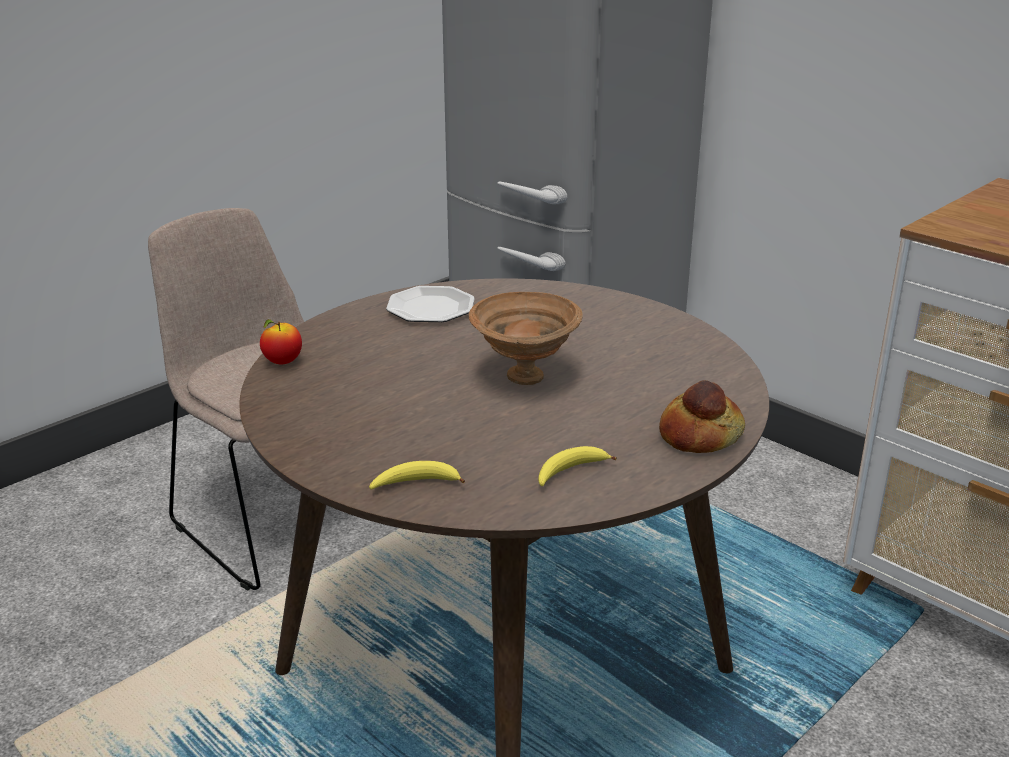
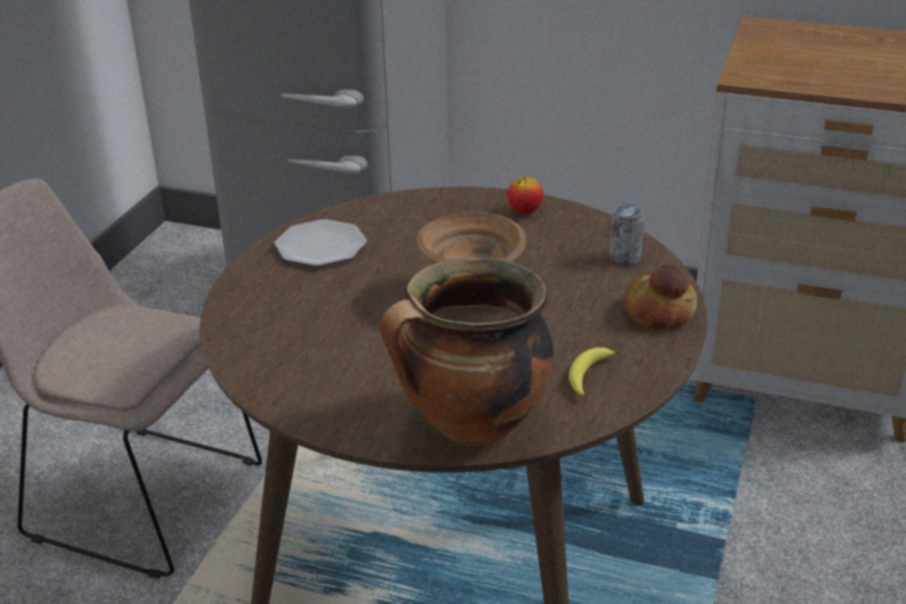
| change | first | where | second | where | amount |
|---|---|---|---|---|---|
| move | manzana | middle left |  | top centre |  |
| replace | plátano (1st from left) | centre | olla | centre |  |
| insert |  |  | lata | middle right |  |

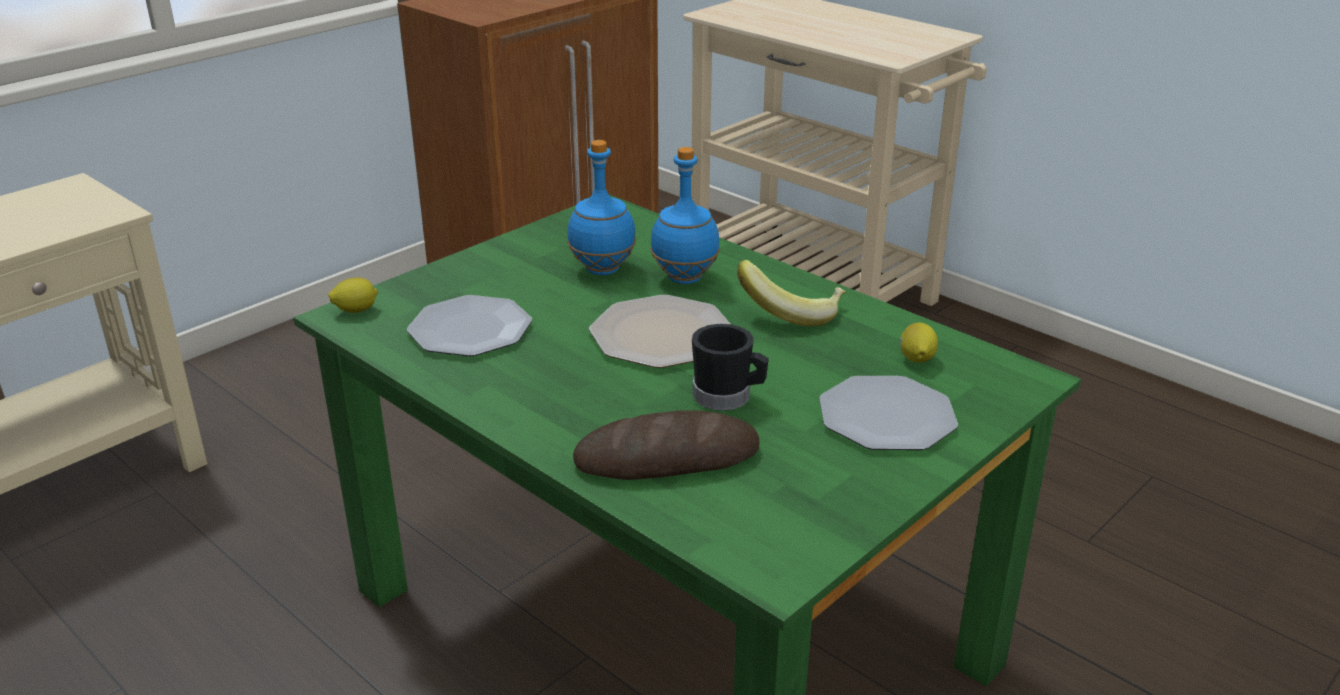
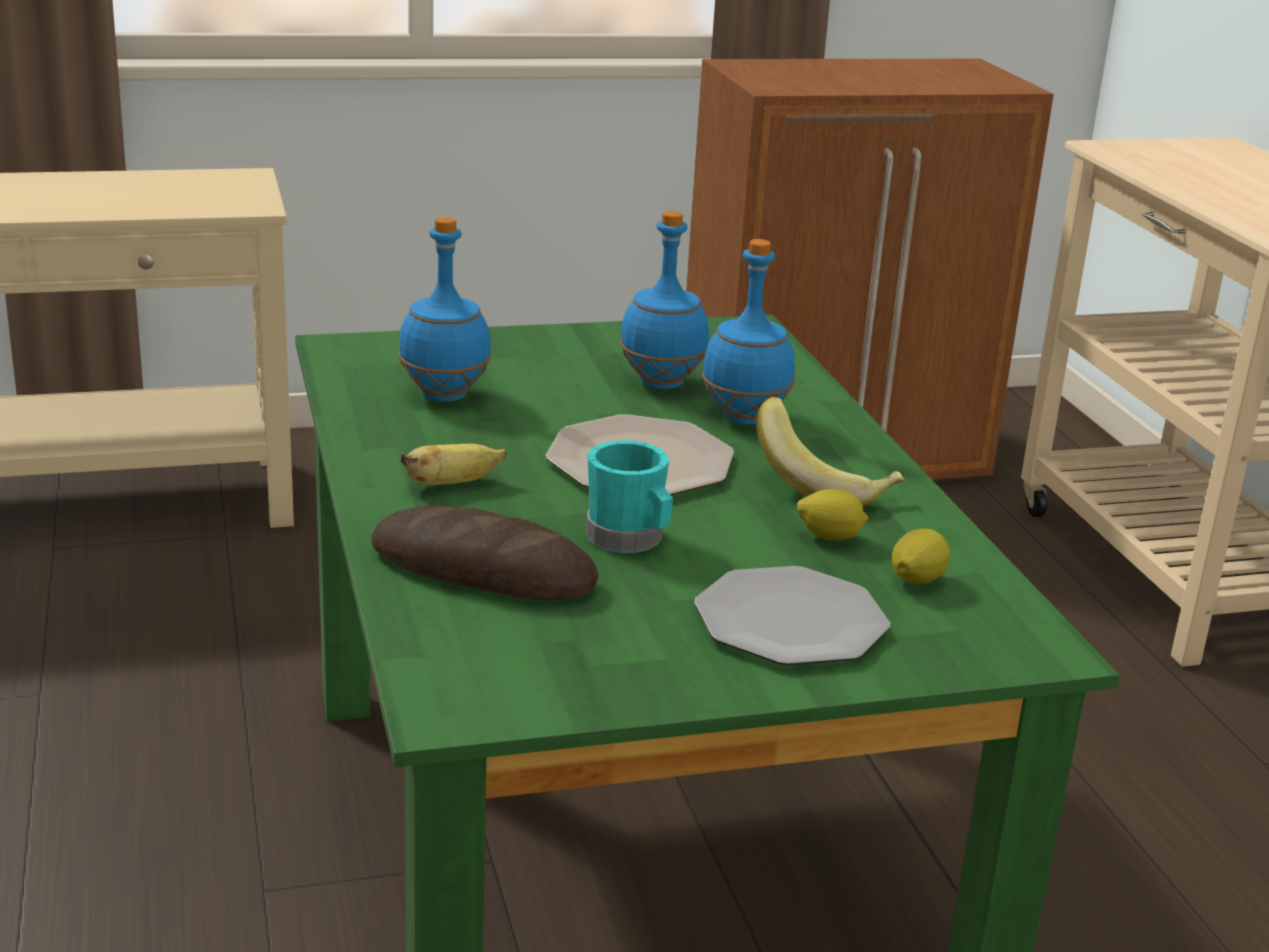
| change | first | where | second | where | amount |
|---|---|---|---|---|---|
| move | limón (1st from left) | middle left |  | centre |  |
| replace | plato (1st from left) | centre | botella (azul) (1st from left) | top centre |  |
| recolor | taza grande (negro) | centre | taza grande (turquesa) | centre |  |
| insert |  |  | plátano (1st from left) | centre |  |

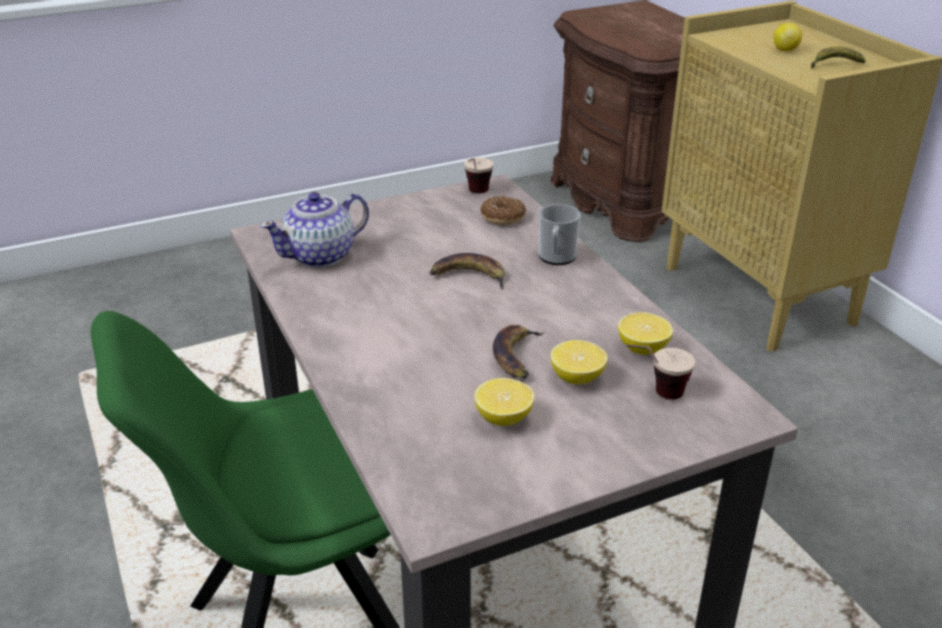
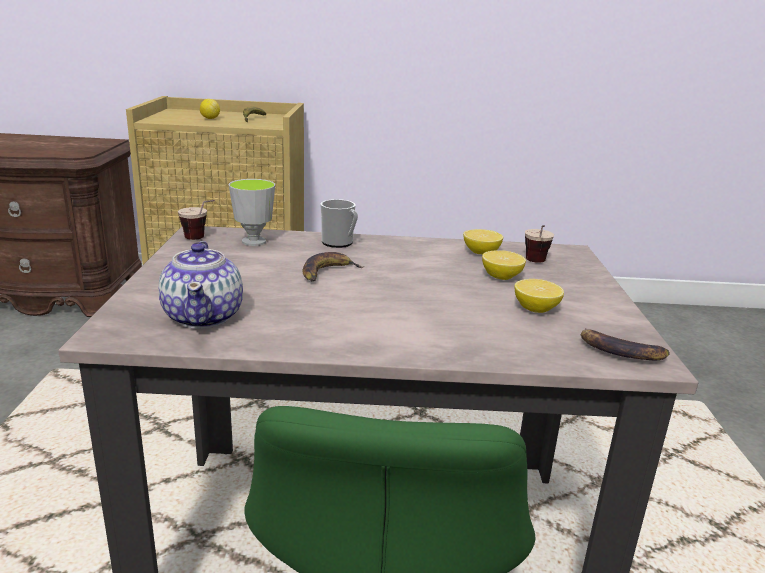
| change | first | where | second | where | amount |
|---|---|---|---|---|---|
| replace | rosquilla | centre | taza (2nd from left) | middle left |  |
| move | plátano (2nd from left in the first image) | centre | plátano (3rd from left) | middle right |  |

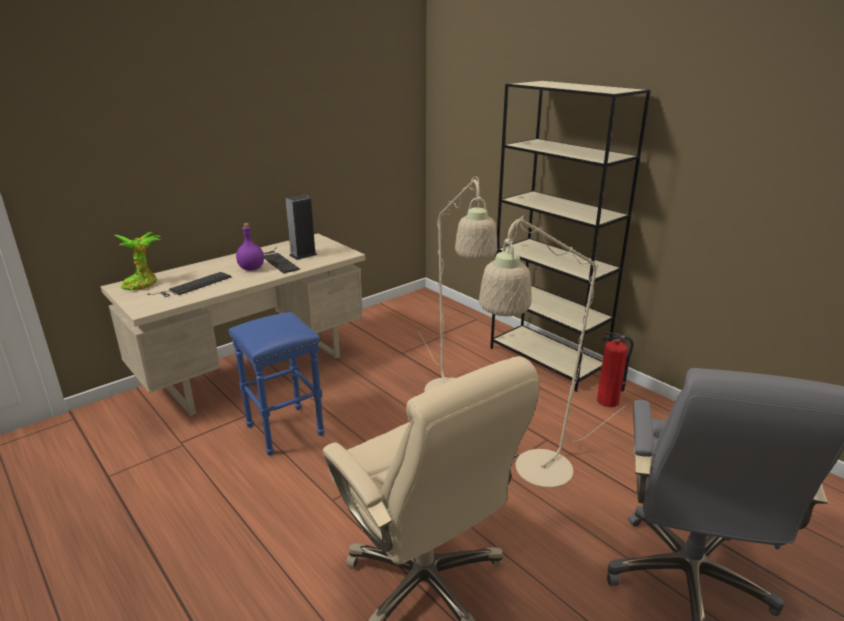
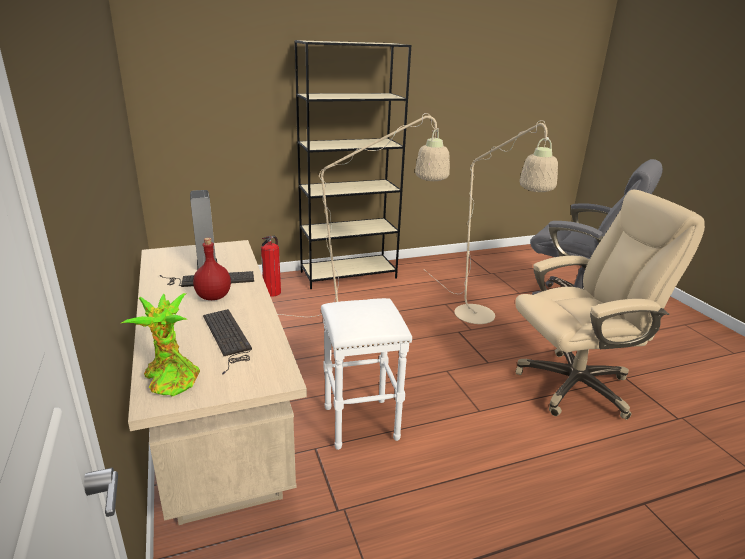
| change | first | where | second | where | amount |
|---|---|---|---|---|---|
| recolor | taburete (azul) | middle left | taburete (blanco) | bottom centre |  |
| recolor | botella (morado) | middle left | botella (rojo) | middle left |  |
| move | extintor | middle right |  | centre |  |

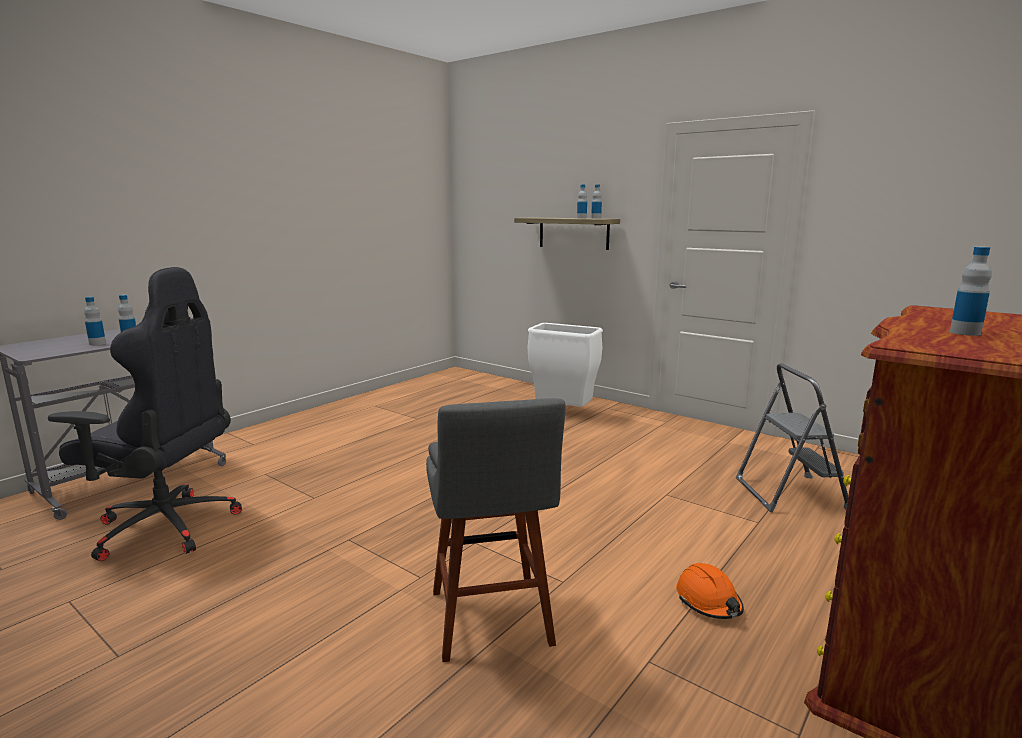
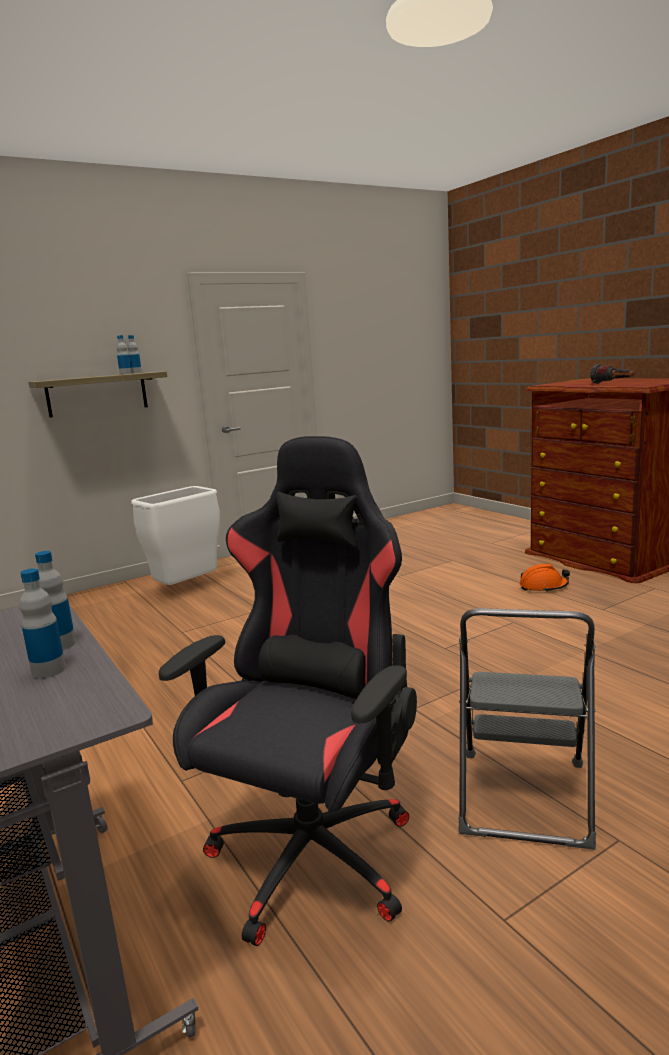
| change | first | where | second | where | amount |
|---|---|---|---|---|---|
| delete | taburete (gris) | bottom centre |  |  |  |
| move | escalera de tijera (gris) | middle right |  | bottom right |  |
| replace | botella (5th from left) | middle right | linterna | middle right |  |

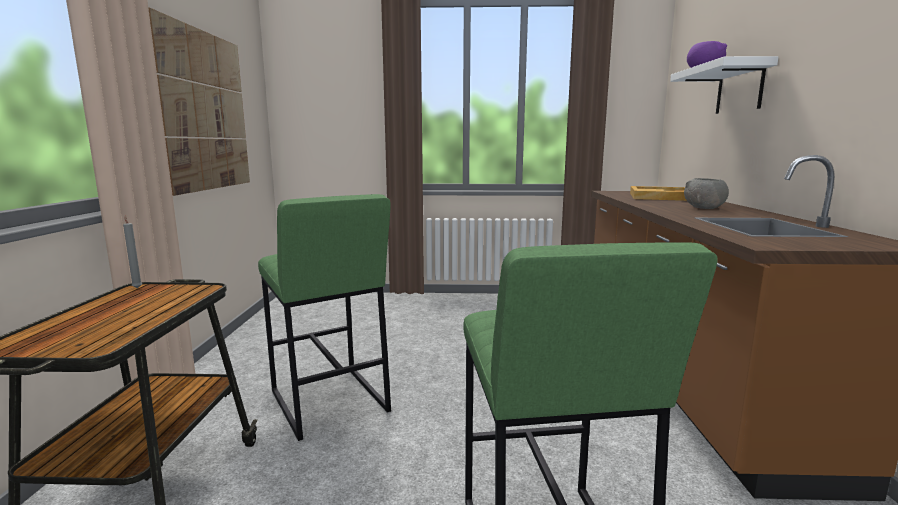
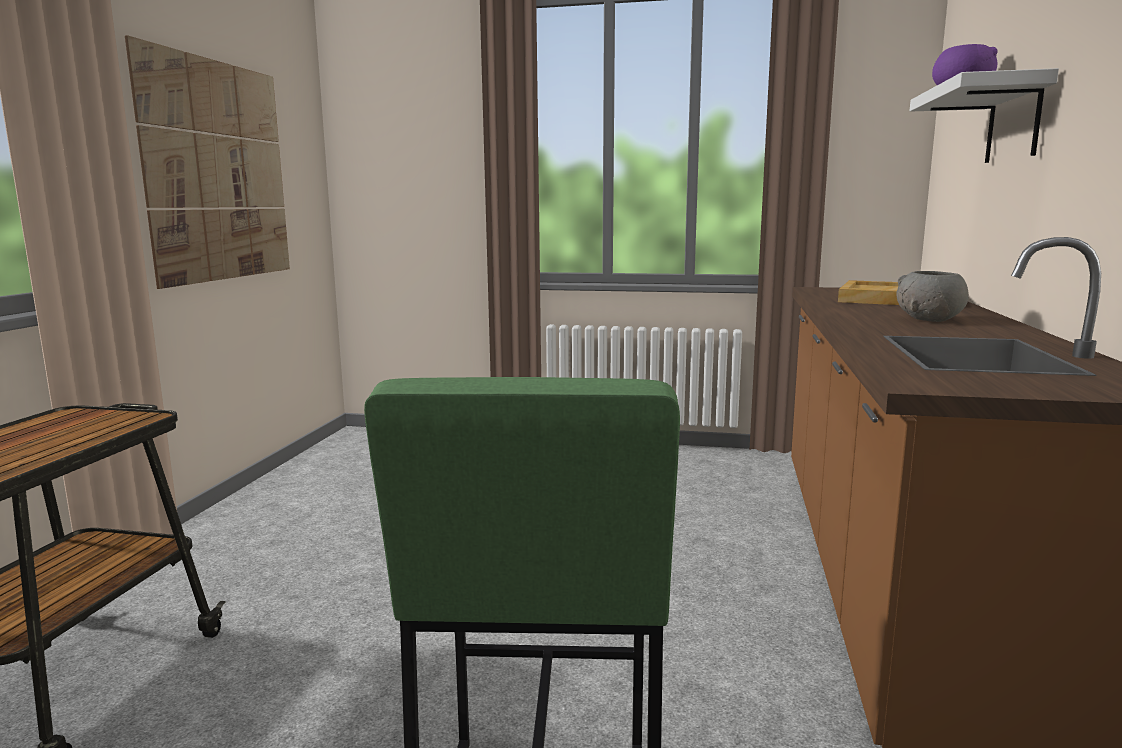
| change | first | where | second | where | amount |
|---|---|---|---|---|---|
| delete | vela (gris) | middle left |  |  |  |
| delete | taburete (verde) (1st from left) | centre |  |  |  |

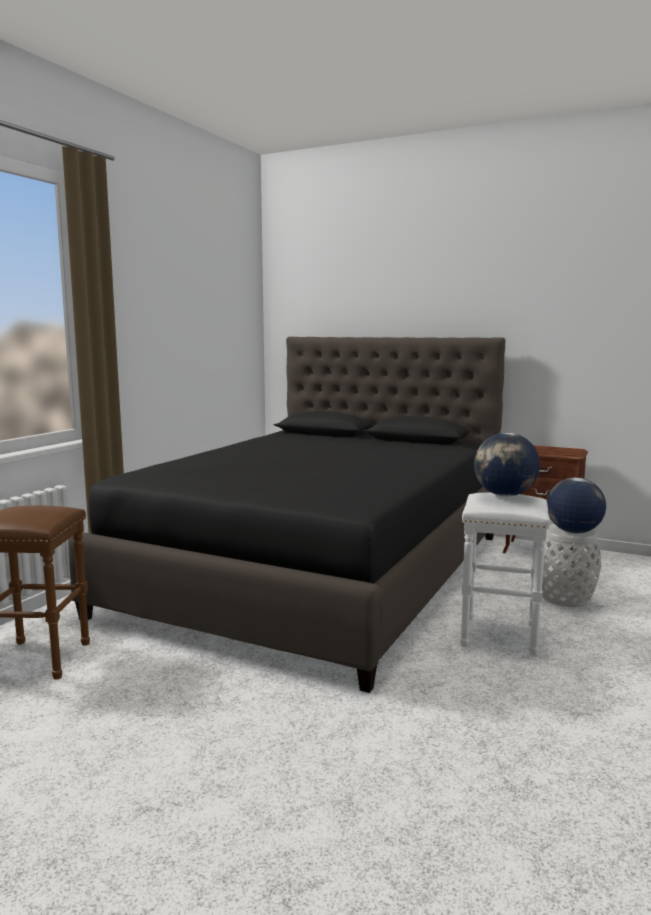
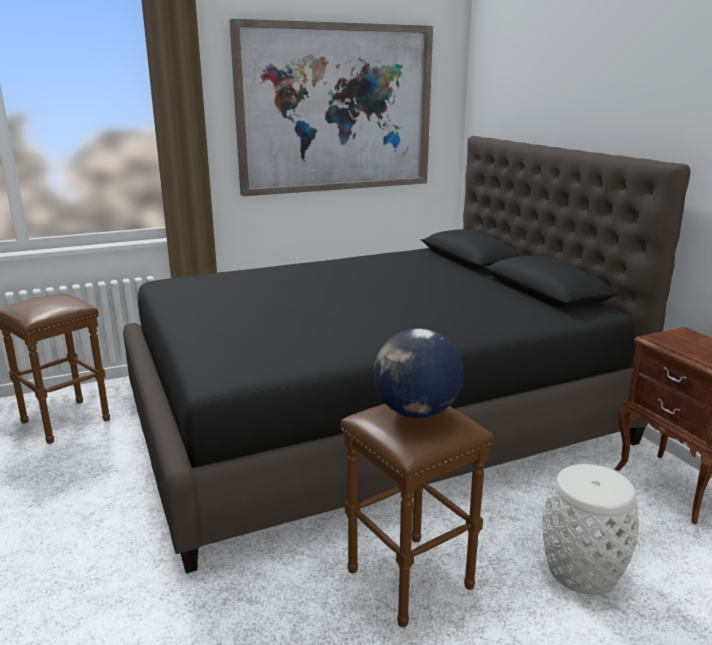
| change | first | where | second | where | amount |
|---|---|---|---|---|---|
| recolor | taburete (blanco) (1st from left) | middle right | taburete (marrón) (2nd from left) | bottom centre |  |
| delete | globo terráqueo (2nd from left) | middle right |  |  |  |
| insert |  |  | cuadro | top centre |  |

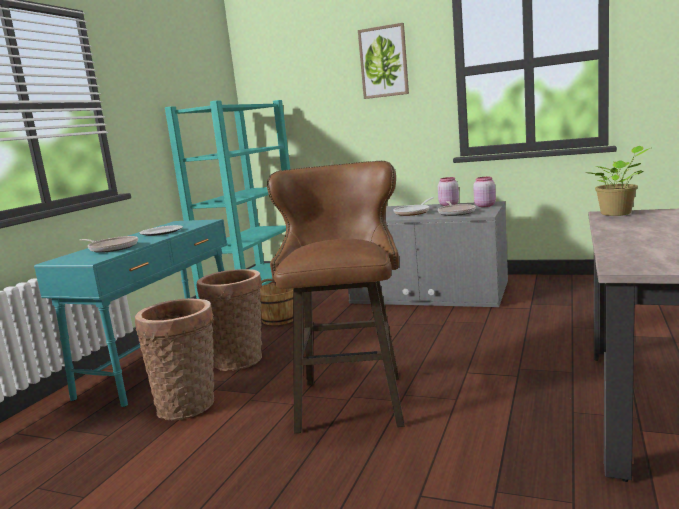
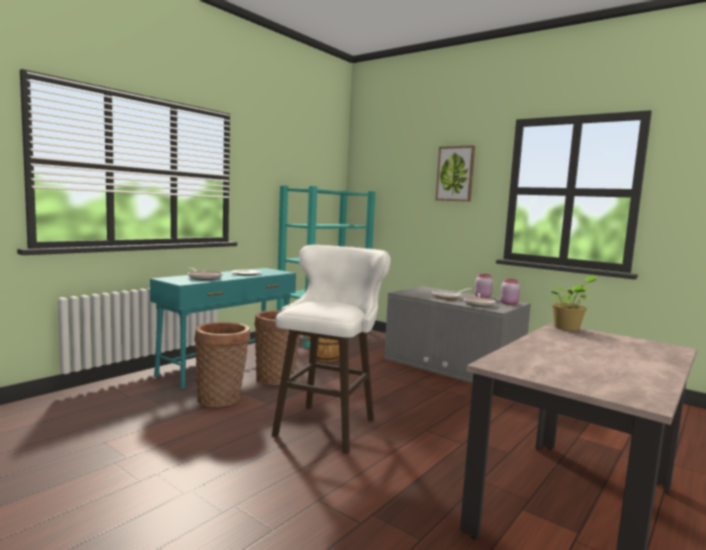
| change | first | where | second | where | amount |
|---|---|---|---|---|---|
| recolor | taburete (marrón) | centre | taburete (blanco) | centre |  |

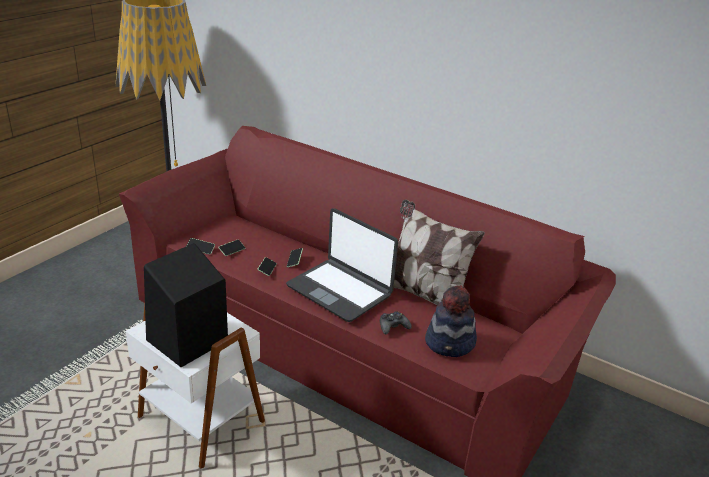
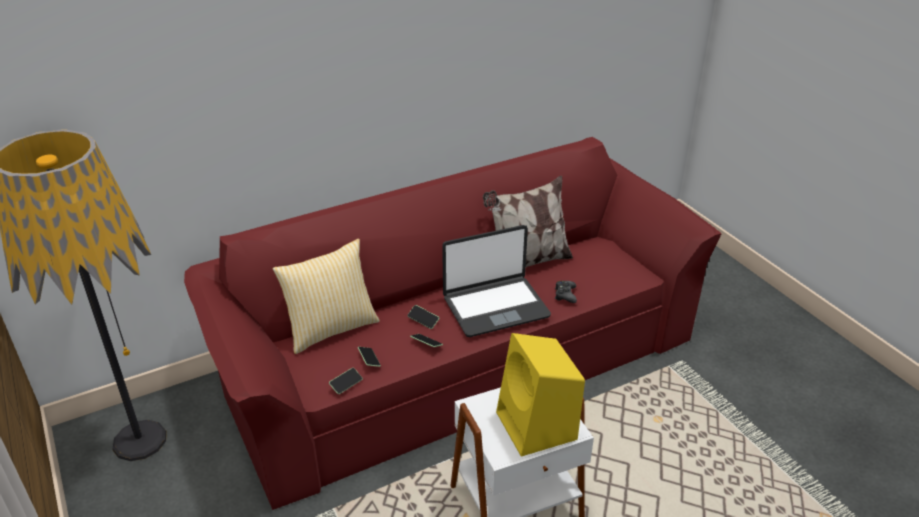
| change | first | where | second | where | amount |
|---|---|---|---|---|---|
| recolor | altavoz (negro) | middle left | altavoz (amarillo) | bottom centre |  |
| delete | sombrero | bottom centre |  |  |  |
| insert |  |  | cojín (1st from left) | centre |  |

